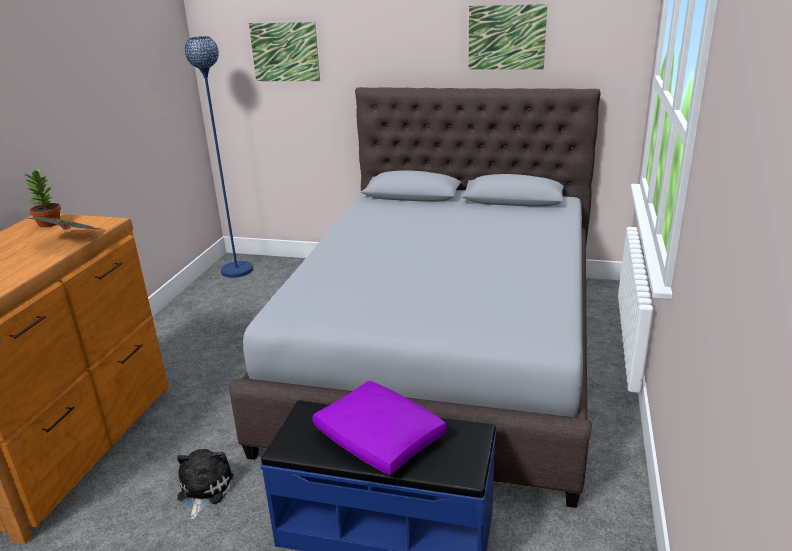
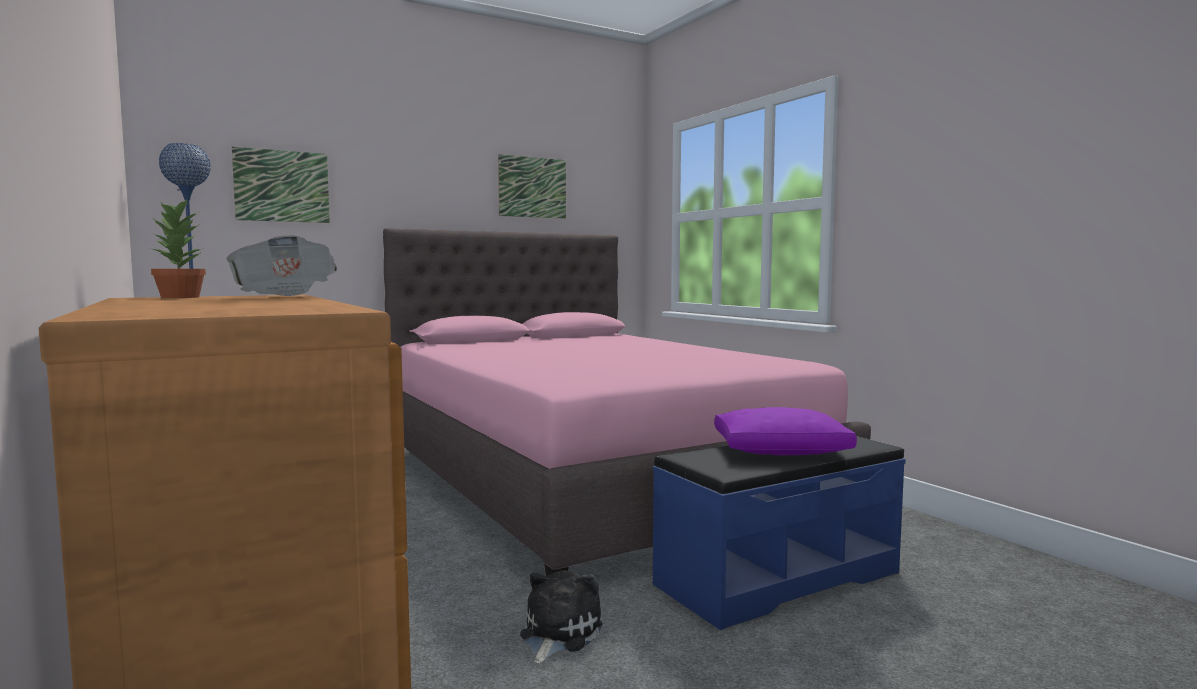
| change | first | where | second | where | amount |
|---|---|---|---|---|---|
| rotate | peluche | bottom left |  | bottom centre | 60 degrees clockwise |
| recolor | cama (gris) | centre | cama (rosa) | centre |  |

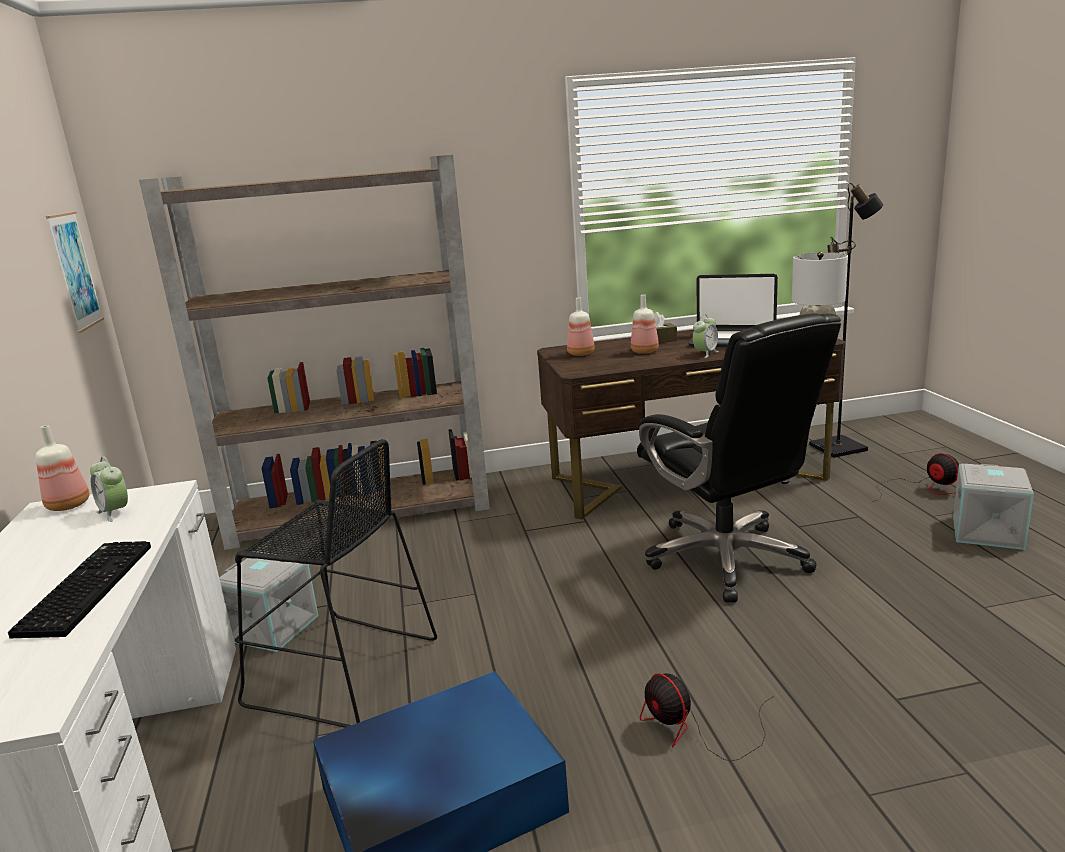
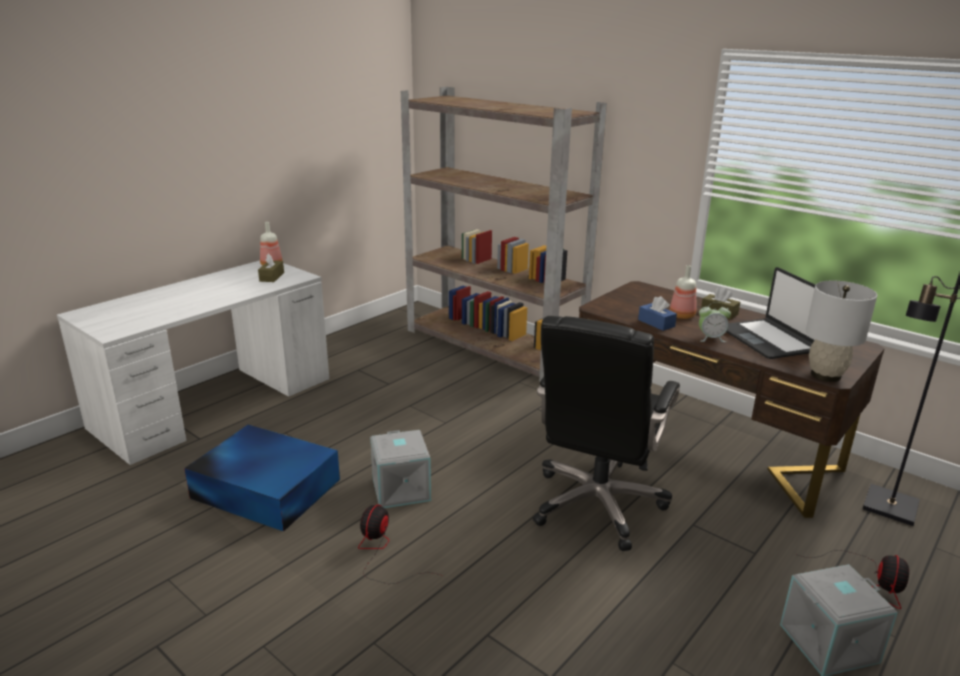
| change | first | where | second | where | amount |
|---|---|---|---|---|---|
| delete | teclado | bottom left |  |  |  |
| delete | cuadro | top left |  |  |  |
| replace | despertador (1st from left) | middle left | caja de pañuelos (marrón) (1st from left) | middle left |  |
| move | caja de almacenaje (gris) (1st from left) | bottom left |  | bottom centre |  |
| delete | taburete (negro) | bottom left |  |  |  |
| delete | botella (2nd from left) | centre |  |  |  |
| insert |  |  | caja de pañuelos (azul) | middle right |  |

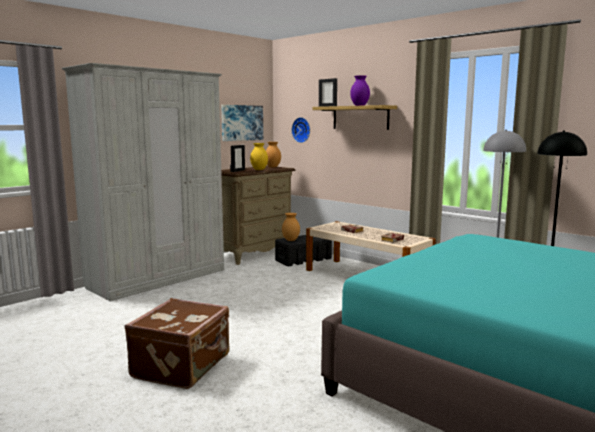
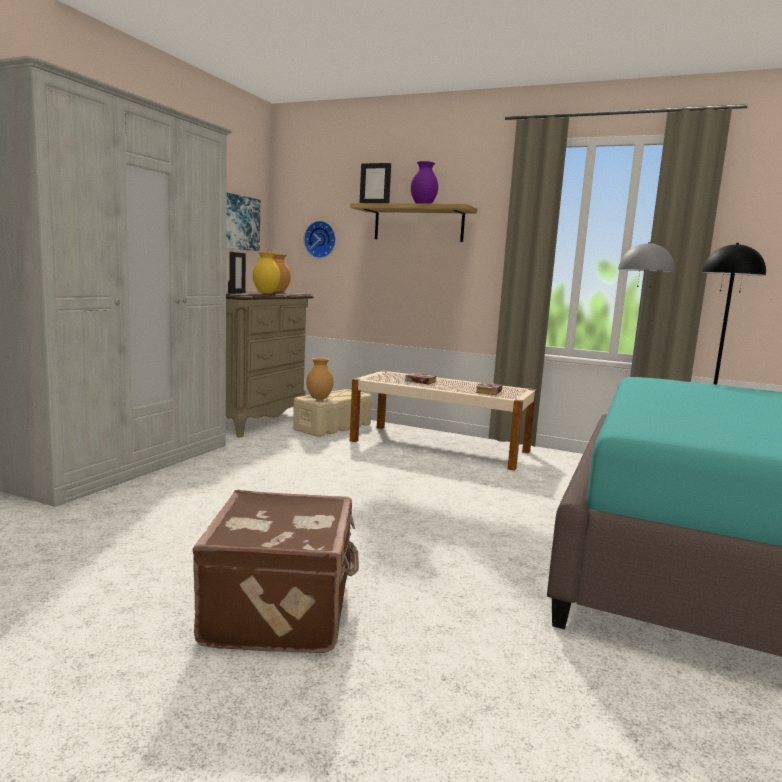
| change | first | where | second | where | amount |
|---|---|---|---|---|---|
| recolor | caja de almacenaje (negro) | centre | caja de almacenaje (beis) | centre |  |

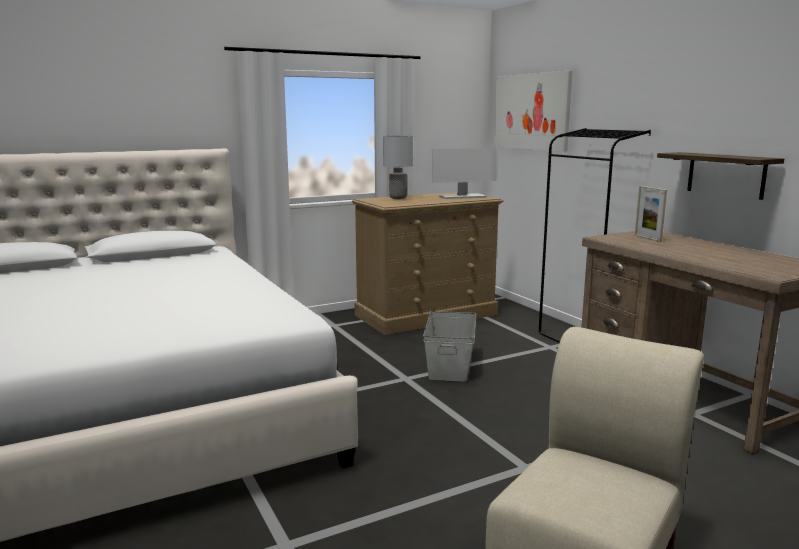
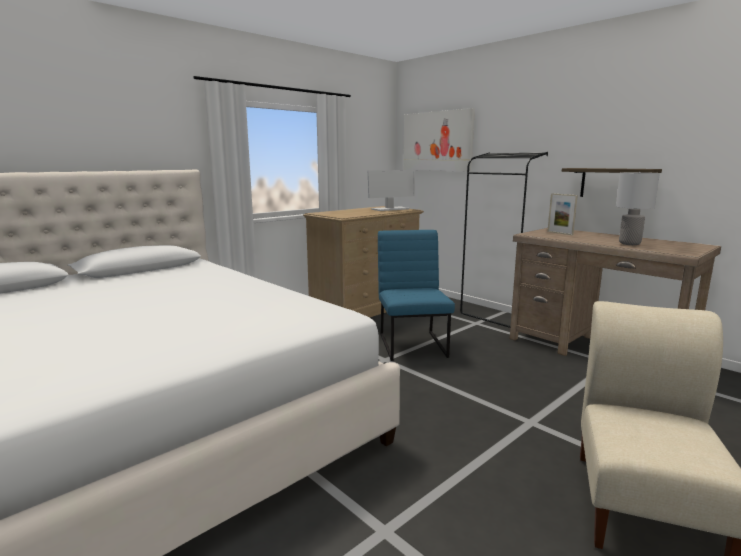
| change | first | where | second | where | amount |
|---|---|---|---|---|---|
| move | lámpara de mesa (gris) | top centre |  | middle right |  |
| replace | caja de almacenaje (gris) | centre | silla (azul) | centre |  |

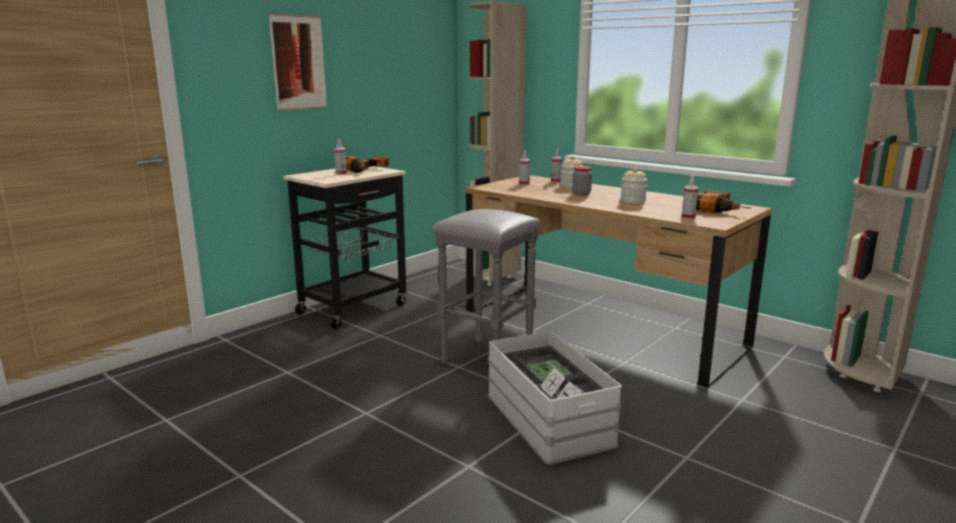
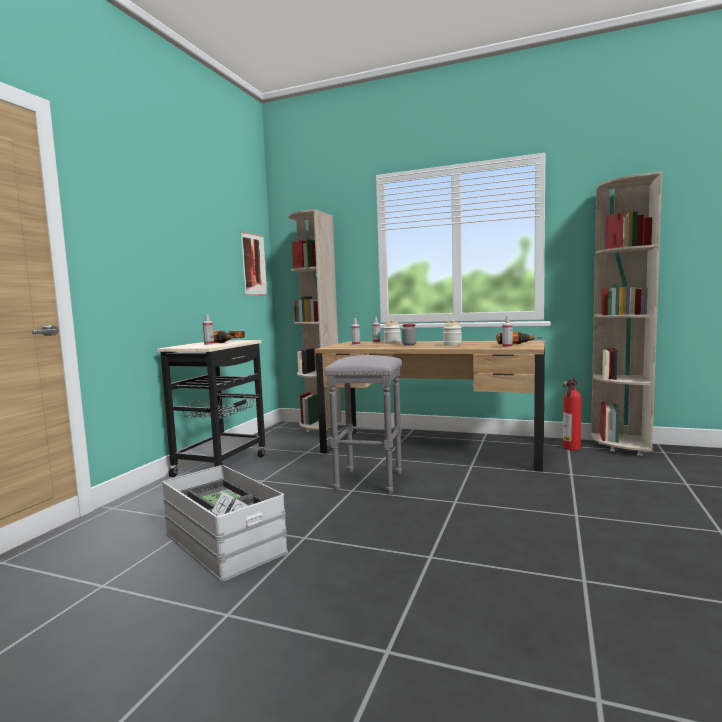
| change | first | where | second | where | amount |
|---|---|---|---|---|---|
| move | cuadro | top left |  | centre |  |
| move | caja de almacenaje (gris) | bottom centre |  | bottom left |  |
| insert |  |  | extintor | middle right |  |

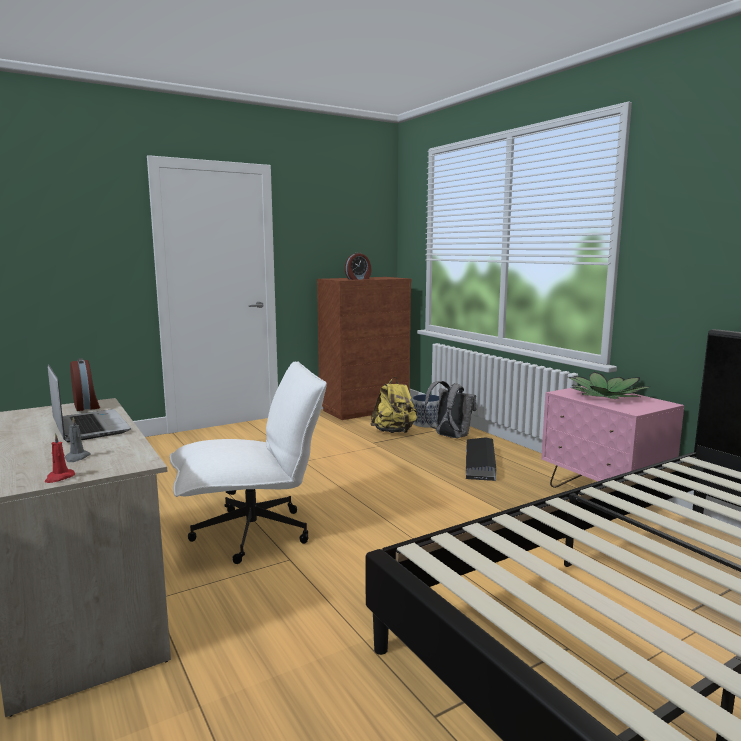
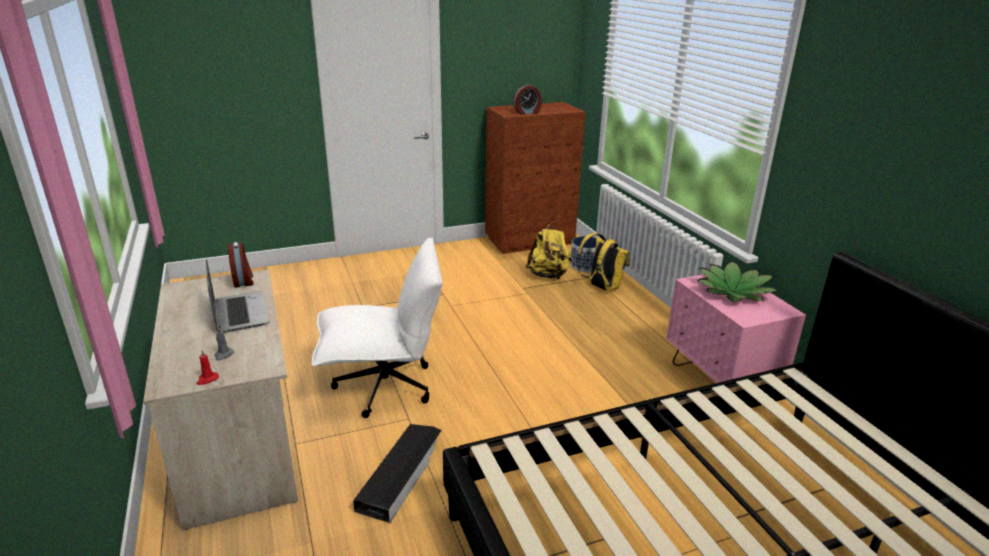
| change | first | where | second | where | amount |
|---|---|---|---|---|---|
| recolor | mochila (gris) | centre | mochila (amarillo) (2nd from left) | centre |  |
| move | caja de almacenaje (negro) | centre |  | bottom centre |  |

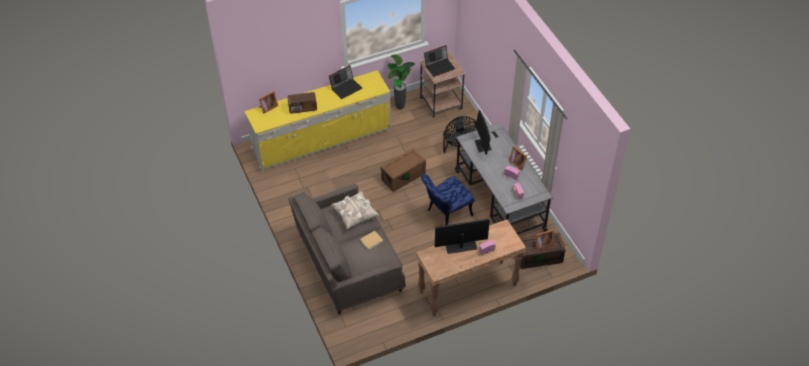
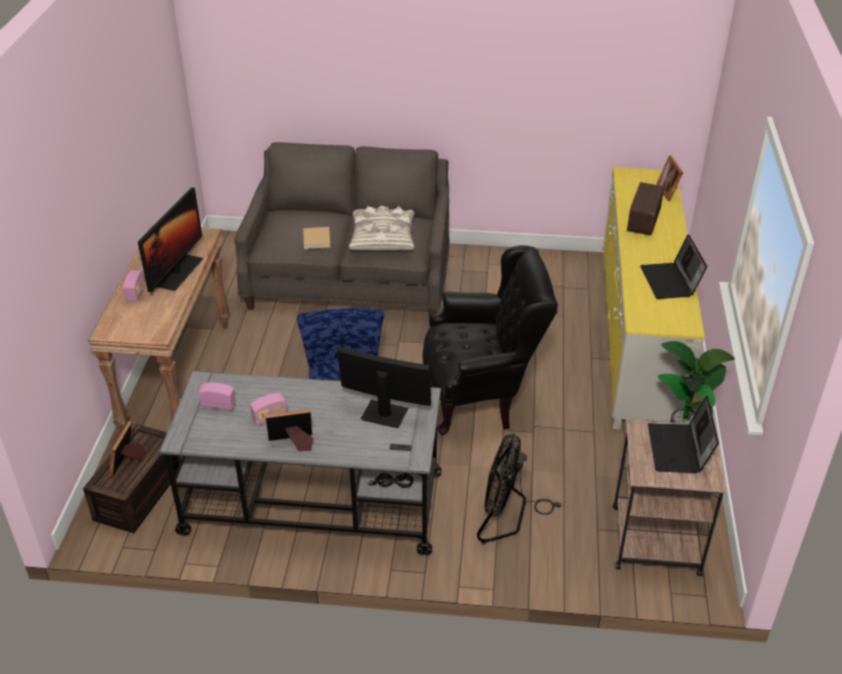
| change | first | where | second | where | amount |
|---|---|---|---|---|---|
| replace | caja de almacenaje (marrón) (1st from left) | centre | sillón (negro) | centre |  |

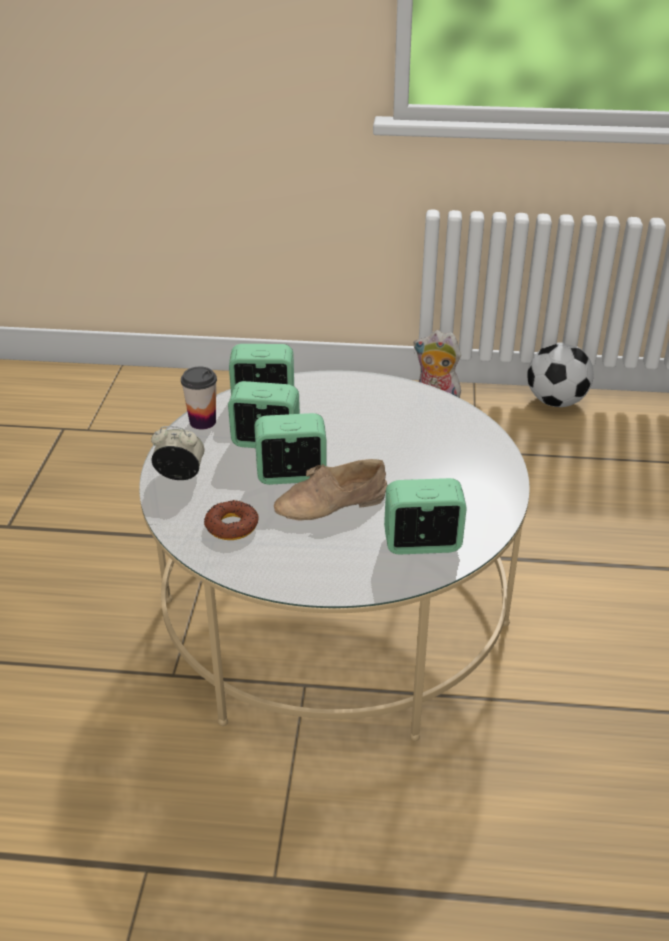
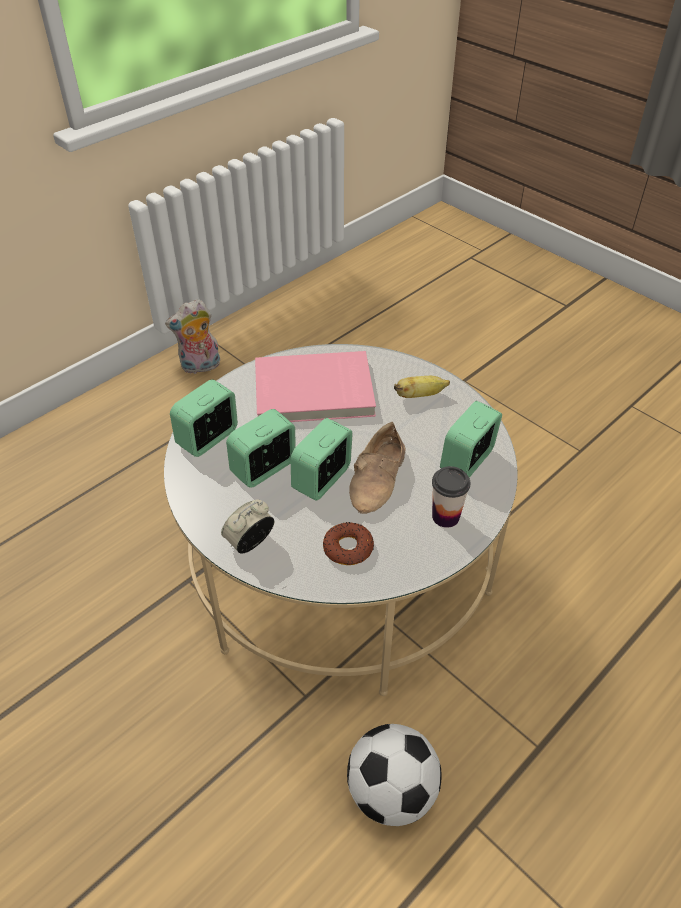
| change | first | where | second | where | amount |
|---|---|---|---|---|---|
| move | taza | middle left |  | centre |  |
| move | balón de fútbol | middle right |  | bottom centre |  |
| insert |  |  | libro (rosa) | centre |  |
| insert |  |  | plátano | centre |  |

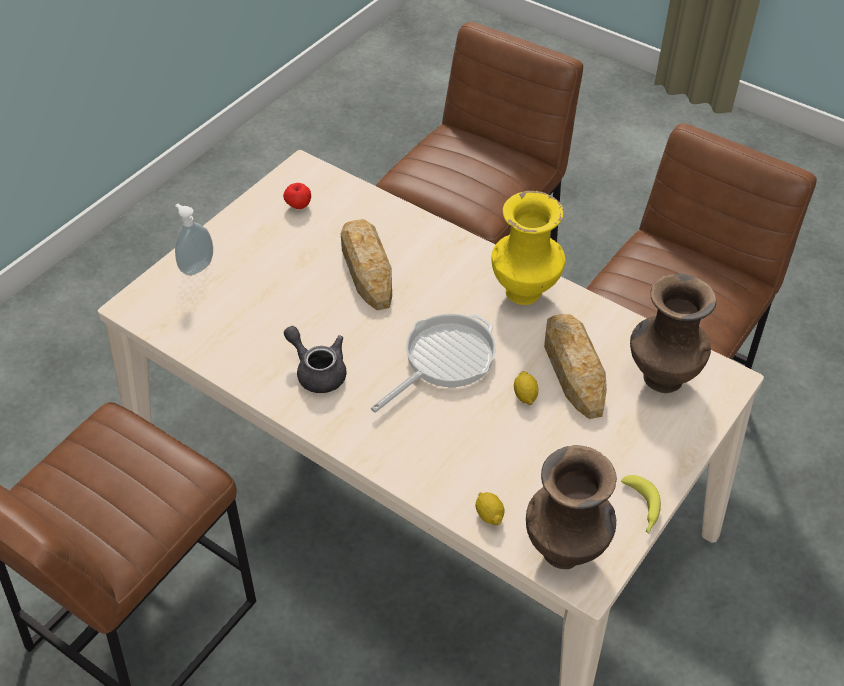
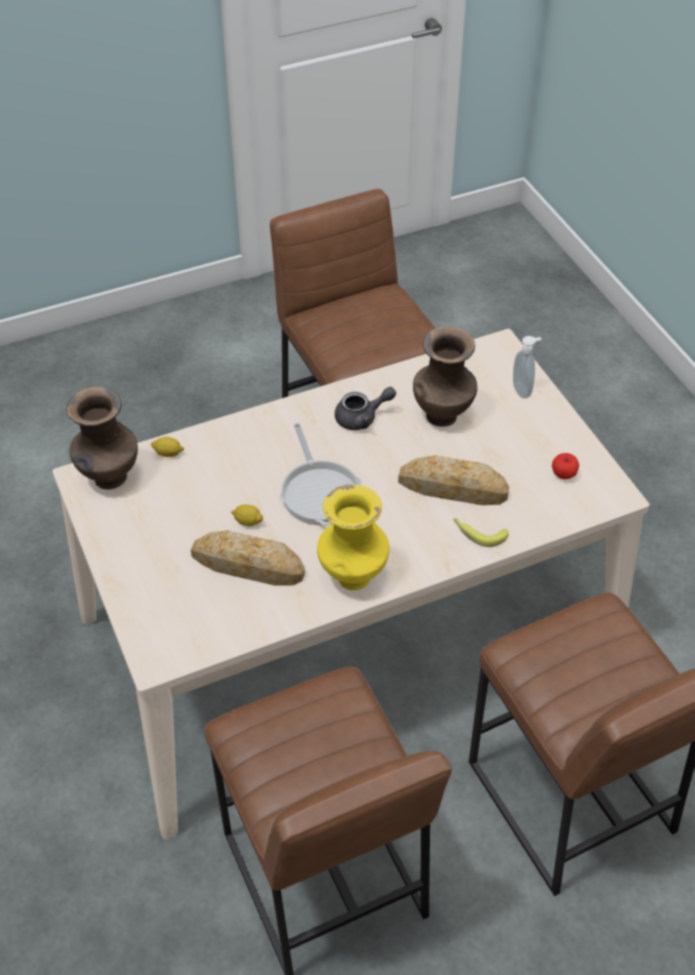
| change | first | where | second | where | amount |
|---|---|---|---|---|---|
| move | plátano | bottom right |  | middle right |  |
| move | florero (marrón) (2nd from left) | middle right |  | centre |  |

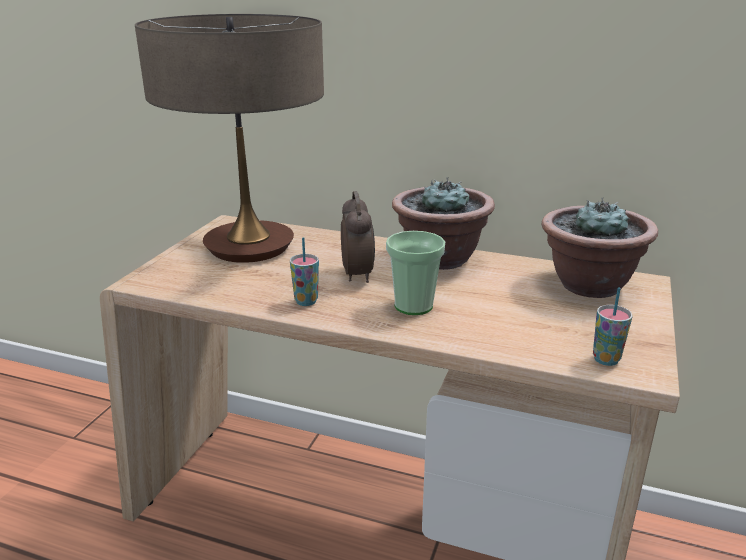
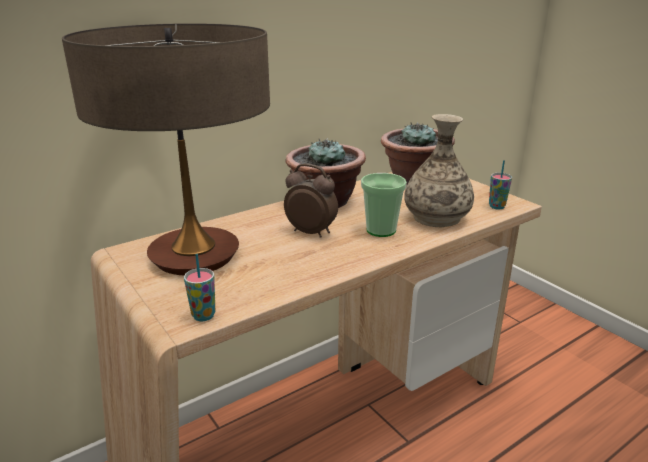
| change | first | where | second | where | amount |
|---|---|---|---|---|---|
| move | taza (1st from left) | centre |  | middle left |  |
| insert |  |  | florero | middle right |  |

